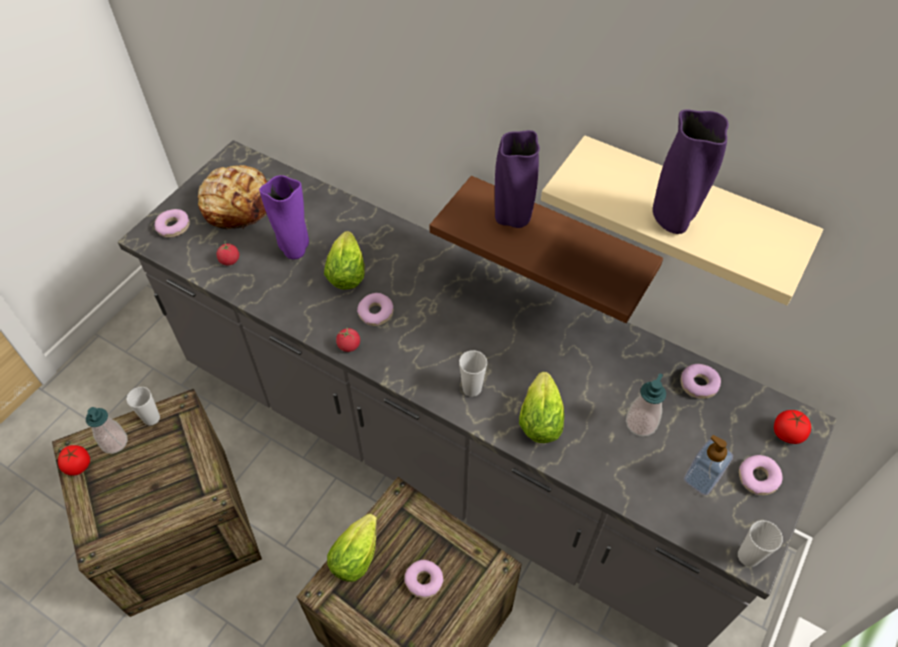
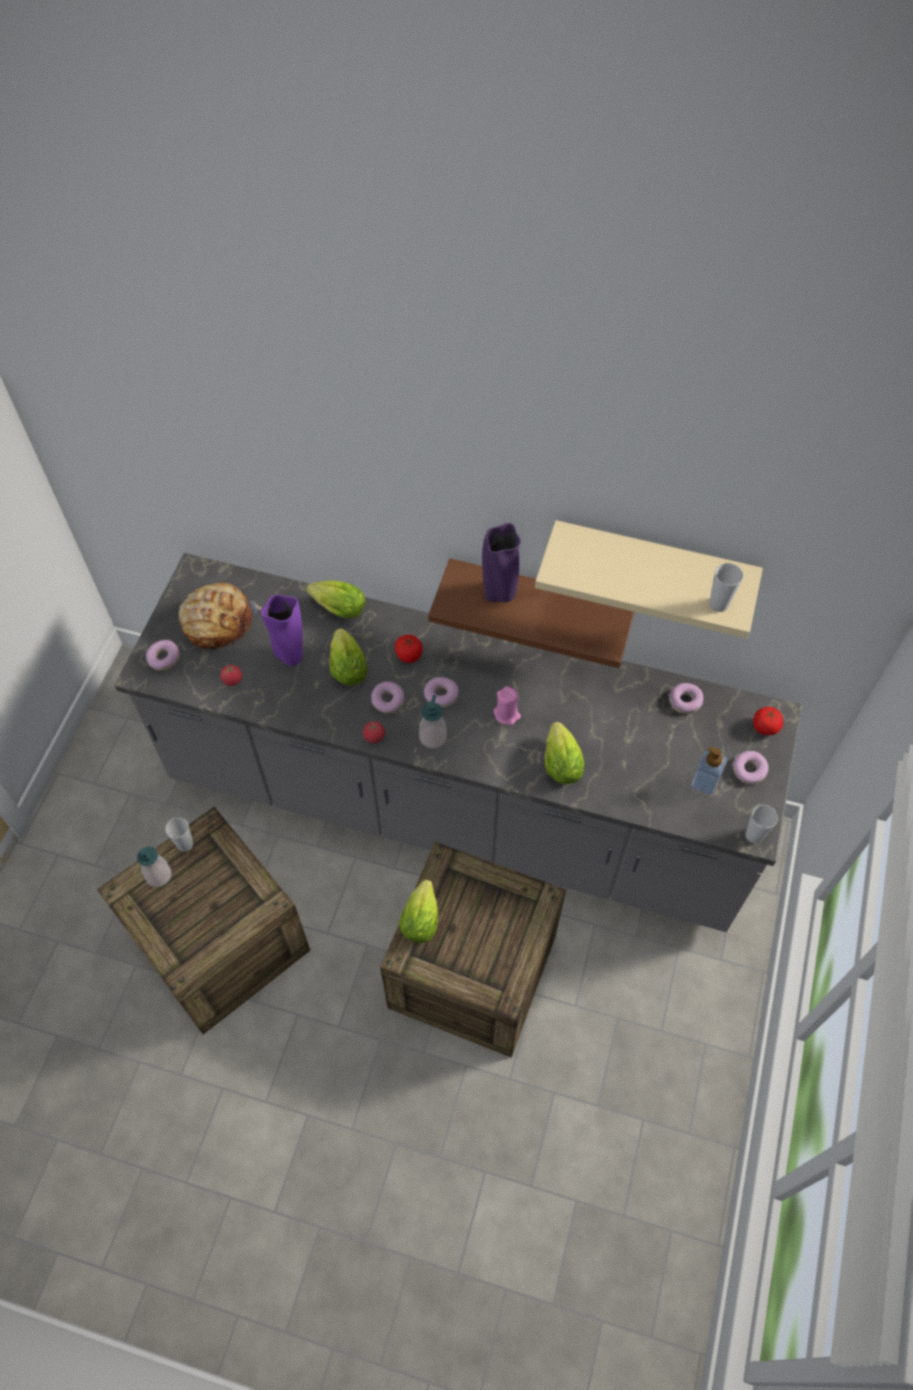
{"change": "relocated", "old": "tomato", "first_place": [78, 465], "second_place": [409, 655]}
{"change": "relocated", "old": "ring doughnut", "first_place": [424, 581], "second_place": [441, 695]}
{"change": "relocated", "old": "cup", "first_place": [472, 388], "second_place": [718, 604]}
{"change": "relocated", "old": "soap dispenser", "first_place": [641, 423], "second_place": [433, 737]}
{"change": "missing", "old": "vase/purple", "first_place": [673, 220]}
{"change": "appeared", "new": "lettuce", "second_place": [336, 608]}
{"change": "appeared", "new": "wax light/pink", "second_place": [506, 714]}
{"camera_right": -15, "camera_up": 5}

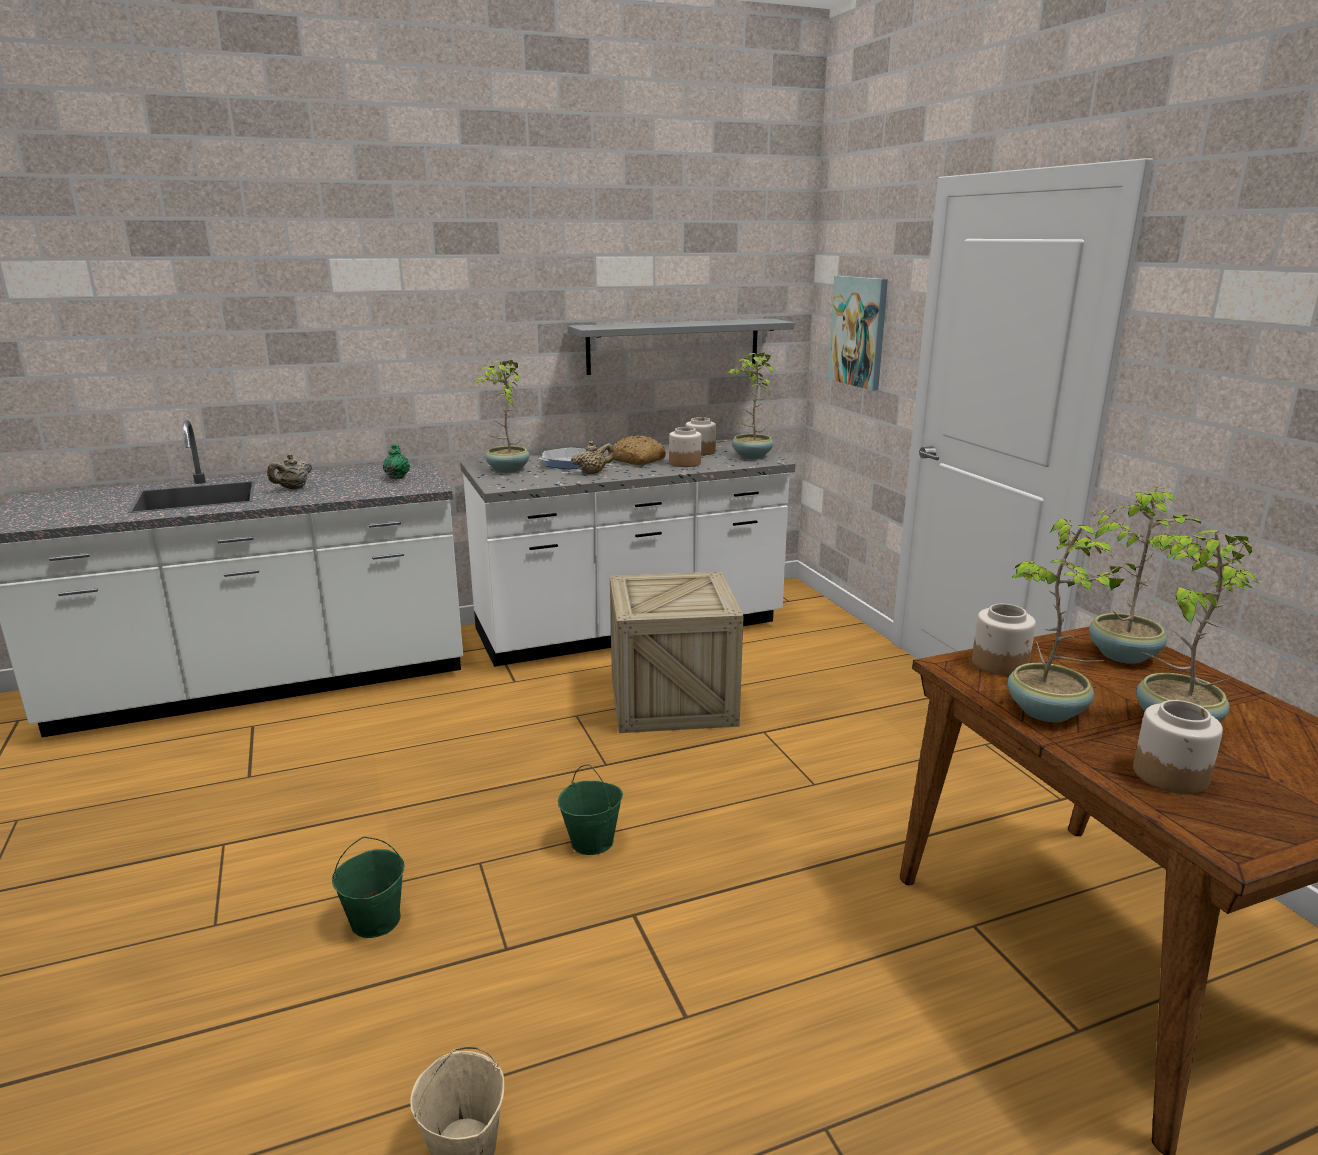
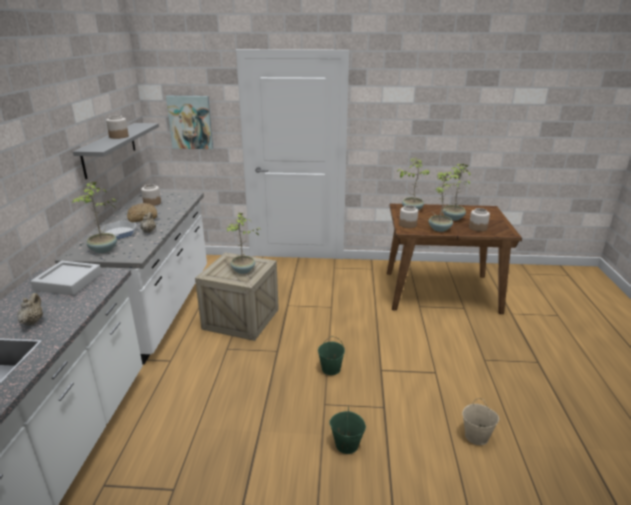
{"change": "spun", "old": "teapot/sand-coloured", "first_place": [293, 488], "second_place": [33, 321], "degrees": -150}
{"change": "exchanged", "old": "teapot/greenish", "new": "tray/greyish", "first_place": [397, 477], "second_place": [68, 282]}
{"change": "relocated", "old": "storage jar", "first_place": [684, 463], "second_place": [118, 136]}
{"change": "relocated", "old": "plant in a pot", "first_place": [751, 456], "second_place": [243, 271]}
{"camera_right": -65, "camera_up": 5}

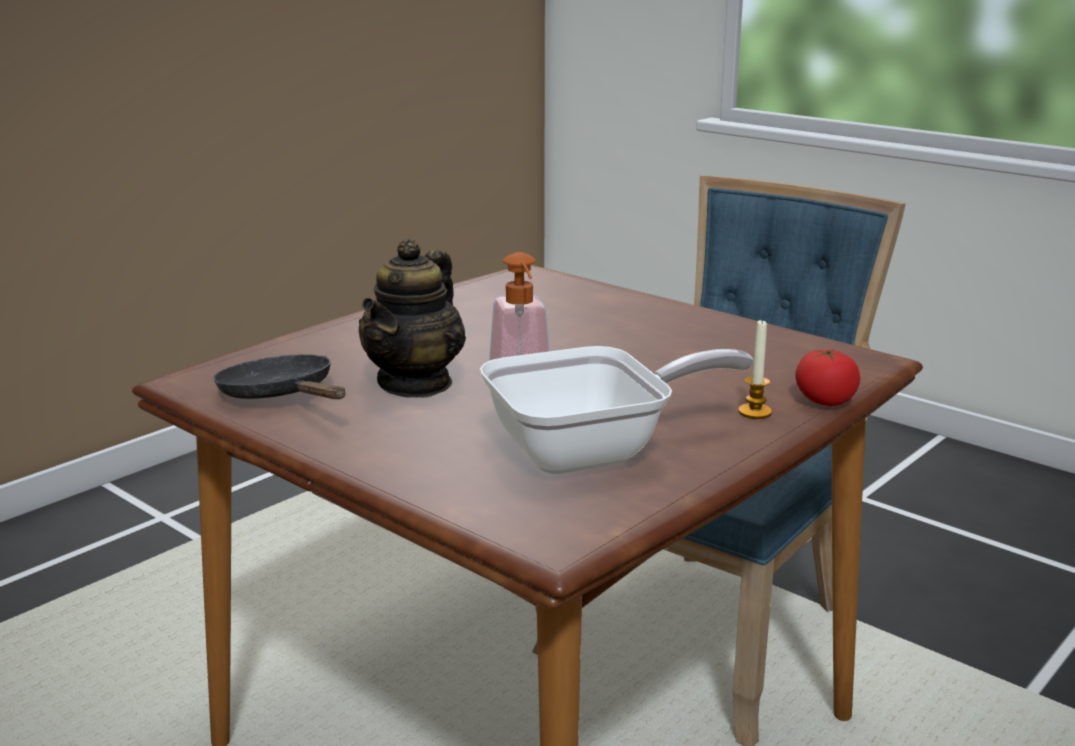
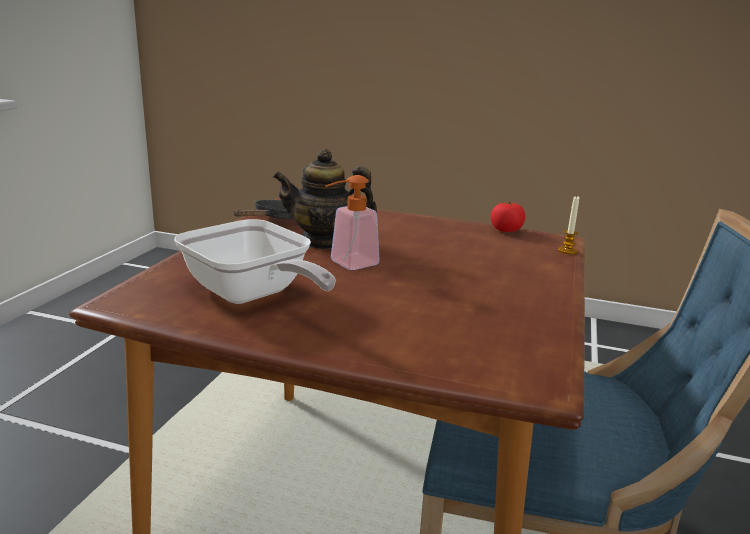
{"change": "relocated", "old": "wax light", "first_place": [755, 412], "second_place": [567, 251]}
{"change": "relocated", "old": "tomato", "first_place": [825, 401], "second_place": [506, 230]}
{"camera_right": 65, "camera_up": 0}

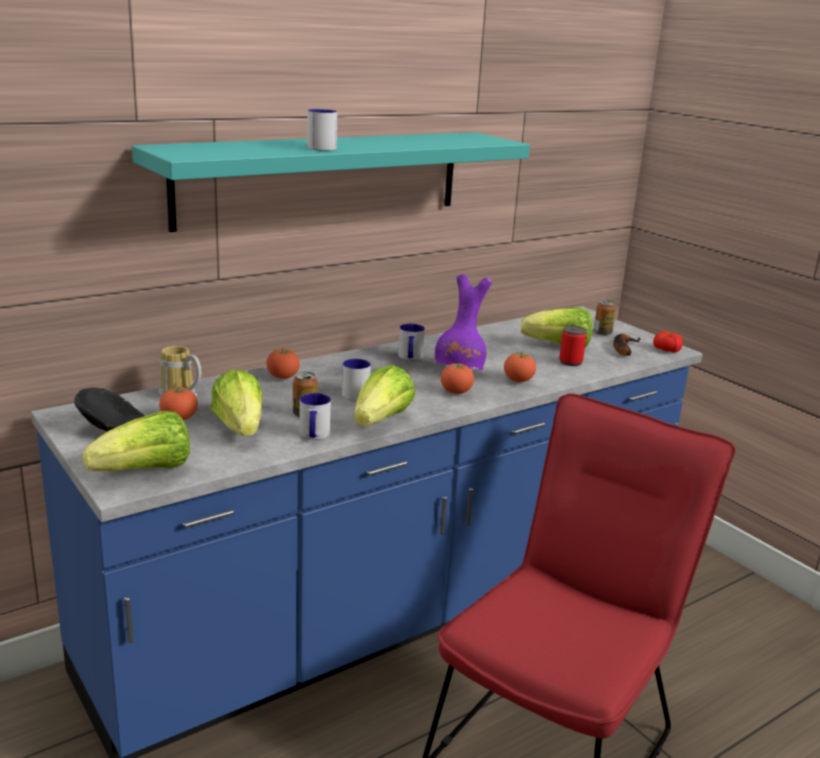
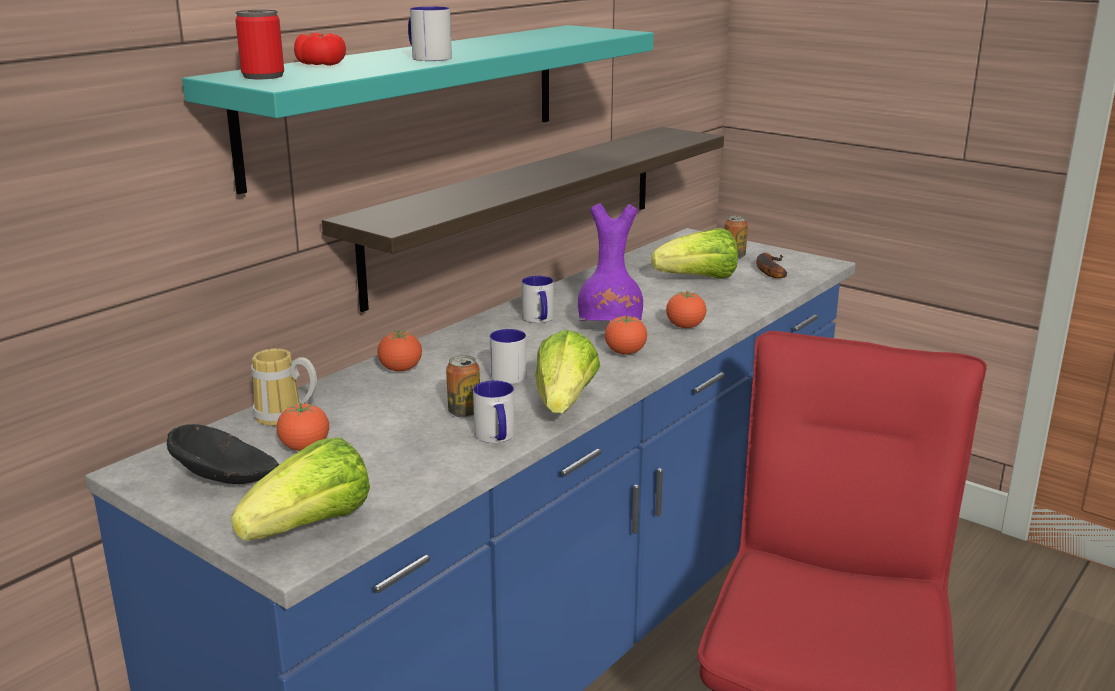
{"change": "missing", "old": "lettuce", "first_place": [240, 428]}
{"change": "relocated", "old": "metal can", "first_place": [570, 362], "second_place": [263, 76]}
{"change": "relocated", "old": "tomato", "first_place": [666, 349], "second_place": [321, 64]}
{"change": "appeared", "new": "bracket shelf", "second_place": [521, 209]}
{"camera_right": -15, "camera_up": 0}

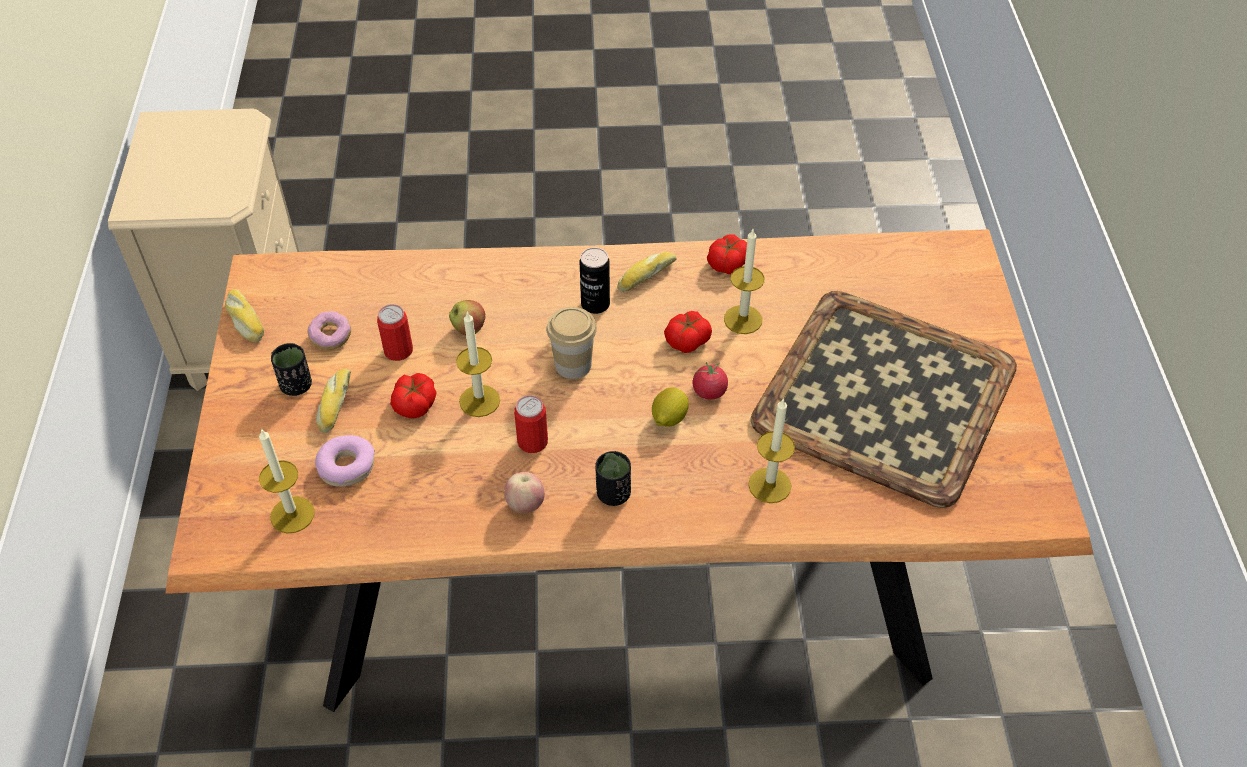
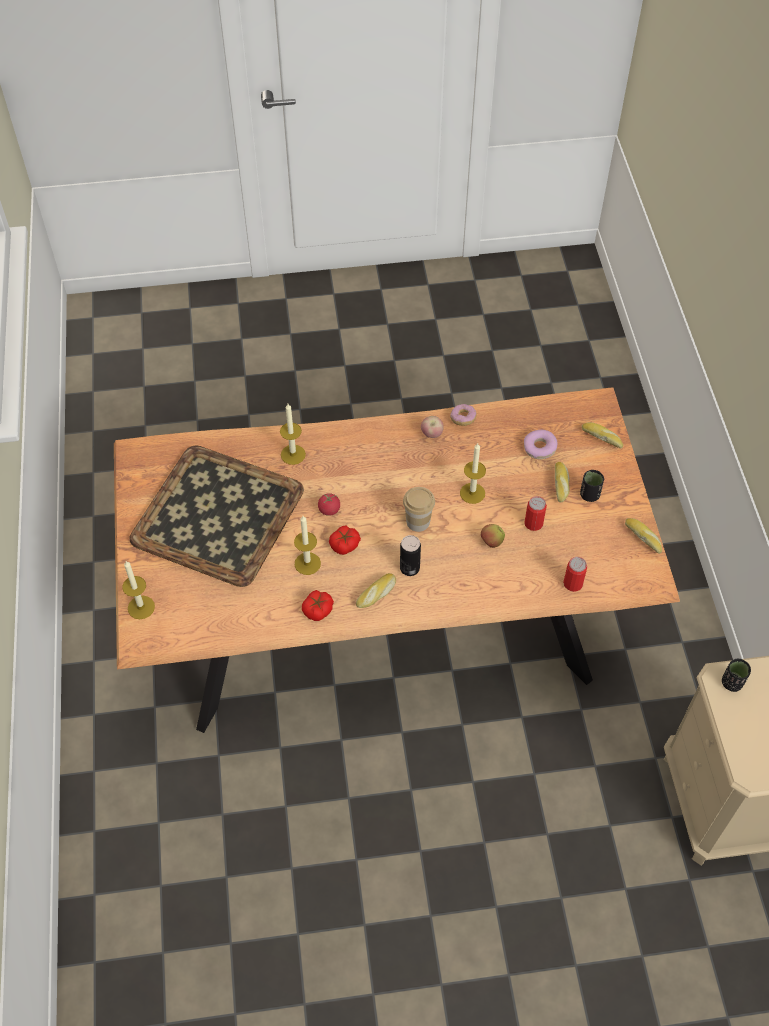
{"change": "relocated", "old": "wax light", "first_place": [292, 515], "second_place": [141, 607]}
{"change": "relocated", "old": "ring doughnut", "first_place": [331, 337], "second_place": [463, 418]}
{"change": "missing", "old": "tomato", "first_place": [415, 404]}
{"change": "relocated", "old": "metal can", "first_place": [532, 442], "second_place": [573, 583]}
{"change": "relocated", "old": "cup/black", "first_place": [613, 494], "second_place": [732, 683]}
{"change": "missing", "old": "lemon", "first_place": [668, 418]}
{"change": "appeared", "new": "bread", "second_place": [602, 437]}
{"camera_right": 175, "camera_up": 5}

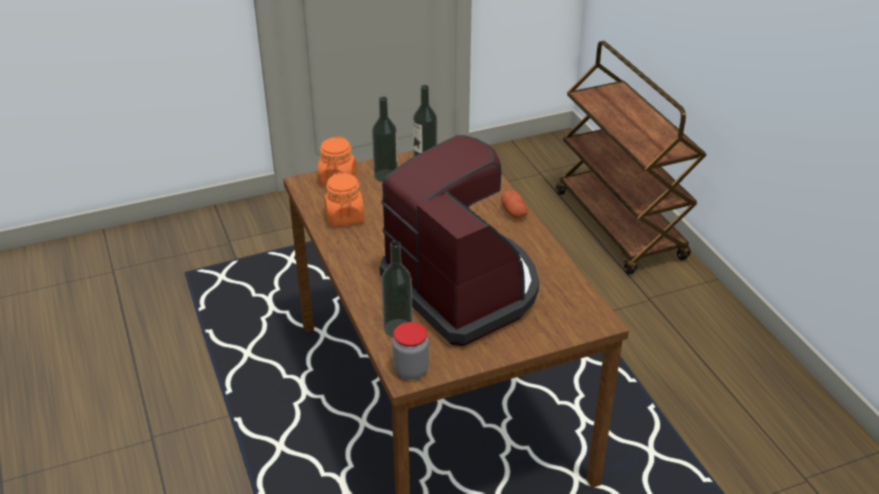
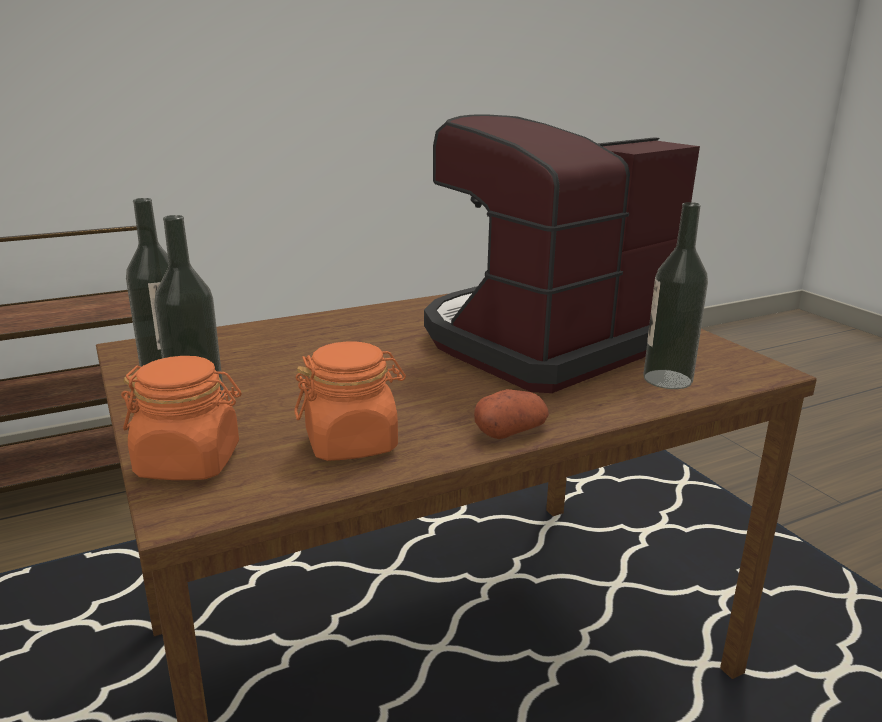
{"change": "missing", "old": "storage jar", "first_place": [411, 370]}
{"change": "relocated", "old": "spud", "first_place": [514, 212], "second_place": [510, 431]}
{"camera_right": -95, "camera_up": -15}

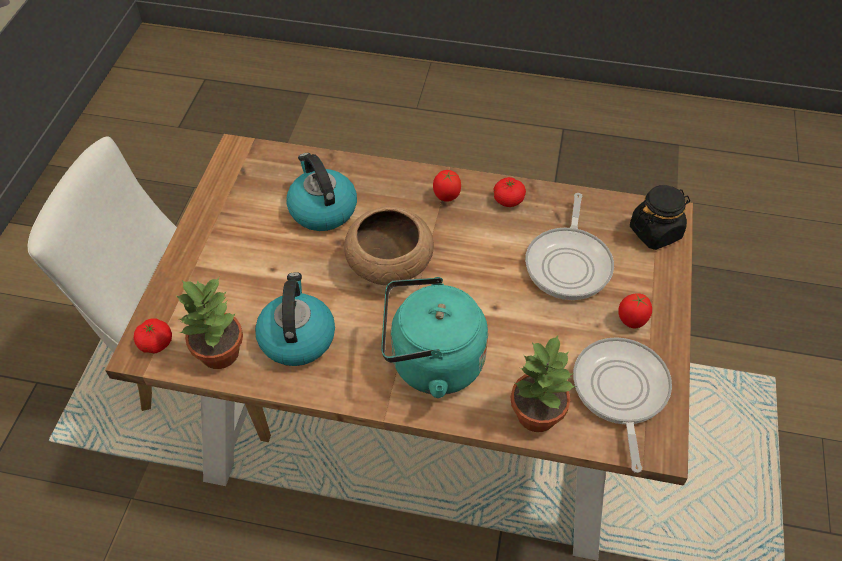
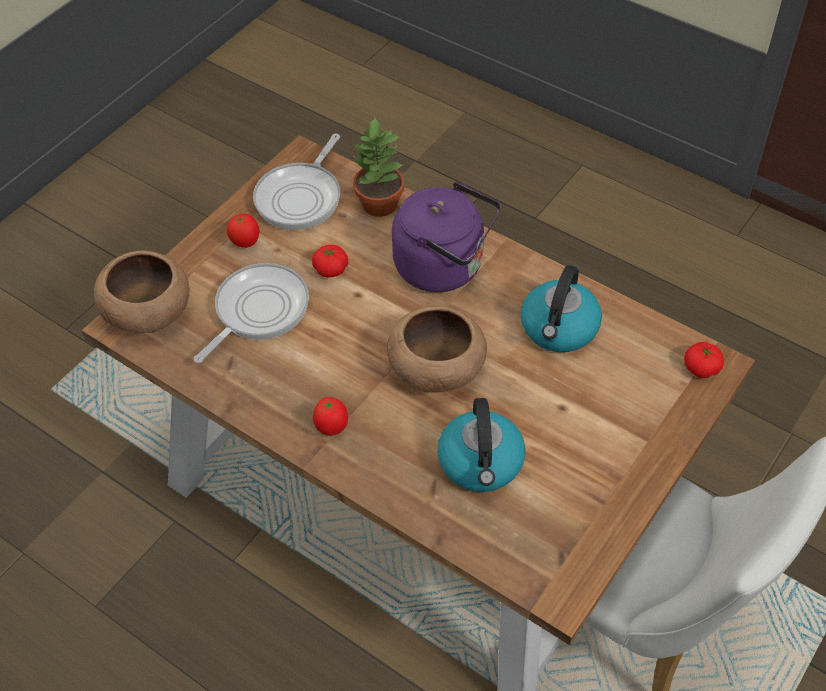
{"change": "missing", "old": "plant in a pot", "first_place": [220, 353]}
{"change": "colour", "old": "water kettle/turquoise-coloured", "new": "water kettle/purple", "first_place": [431, 363], "second_place": [444, 267]}
{"change": "relocated", "old": "tomato", "first_place": [508, 200], "second_place": [331, 269]}
{"change": "exchanged", "old": "storage jar/black", "new": "deep dish/brown-coloured", "first_place": [655, 232], "second_place": [149, 312]}
{"camera_right": -155, "camera_up": 0}

